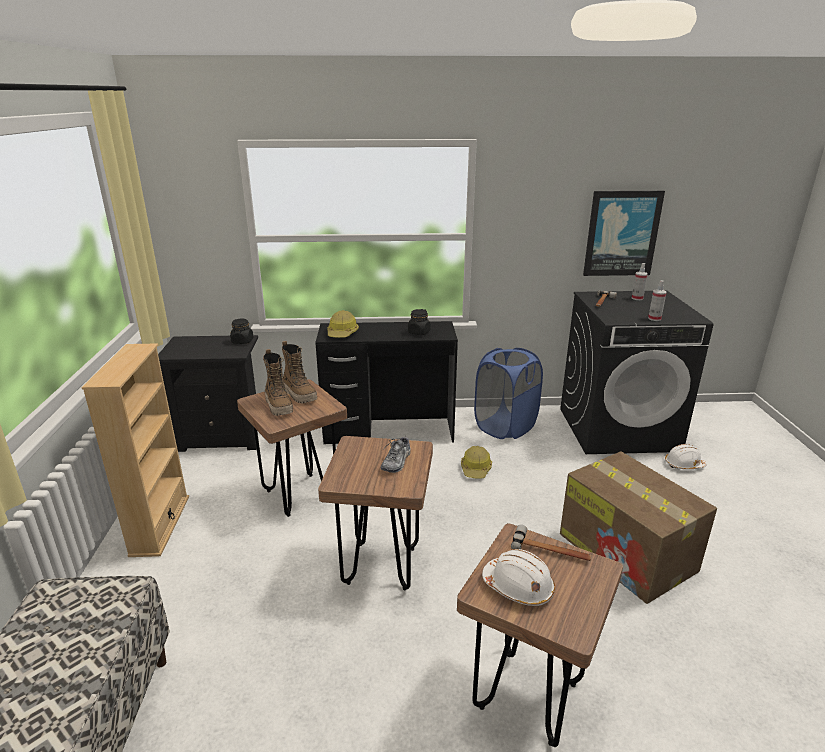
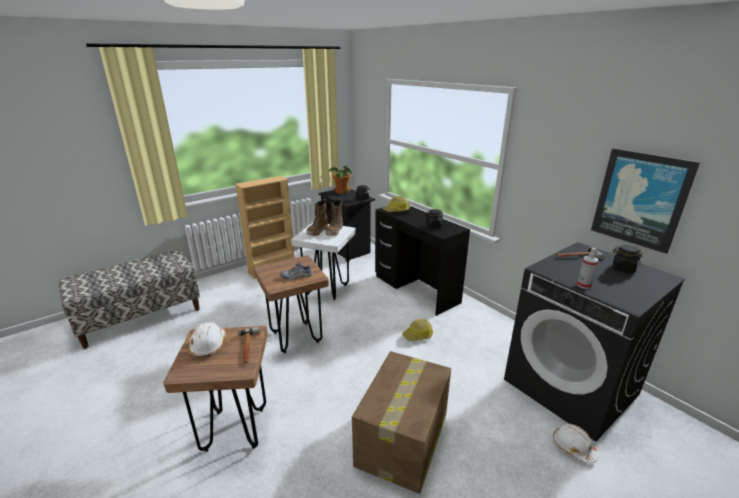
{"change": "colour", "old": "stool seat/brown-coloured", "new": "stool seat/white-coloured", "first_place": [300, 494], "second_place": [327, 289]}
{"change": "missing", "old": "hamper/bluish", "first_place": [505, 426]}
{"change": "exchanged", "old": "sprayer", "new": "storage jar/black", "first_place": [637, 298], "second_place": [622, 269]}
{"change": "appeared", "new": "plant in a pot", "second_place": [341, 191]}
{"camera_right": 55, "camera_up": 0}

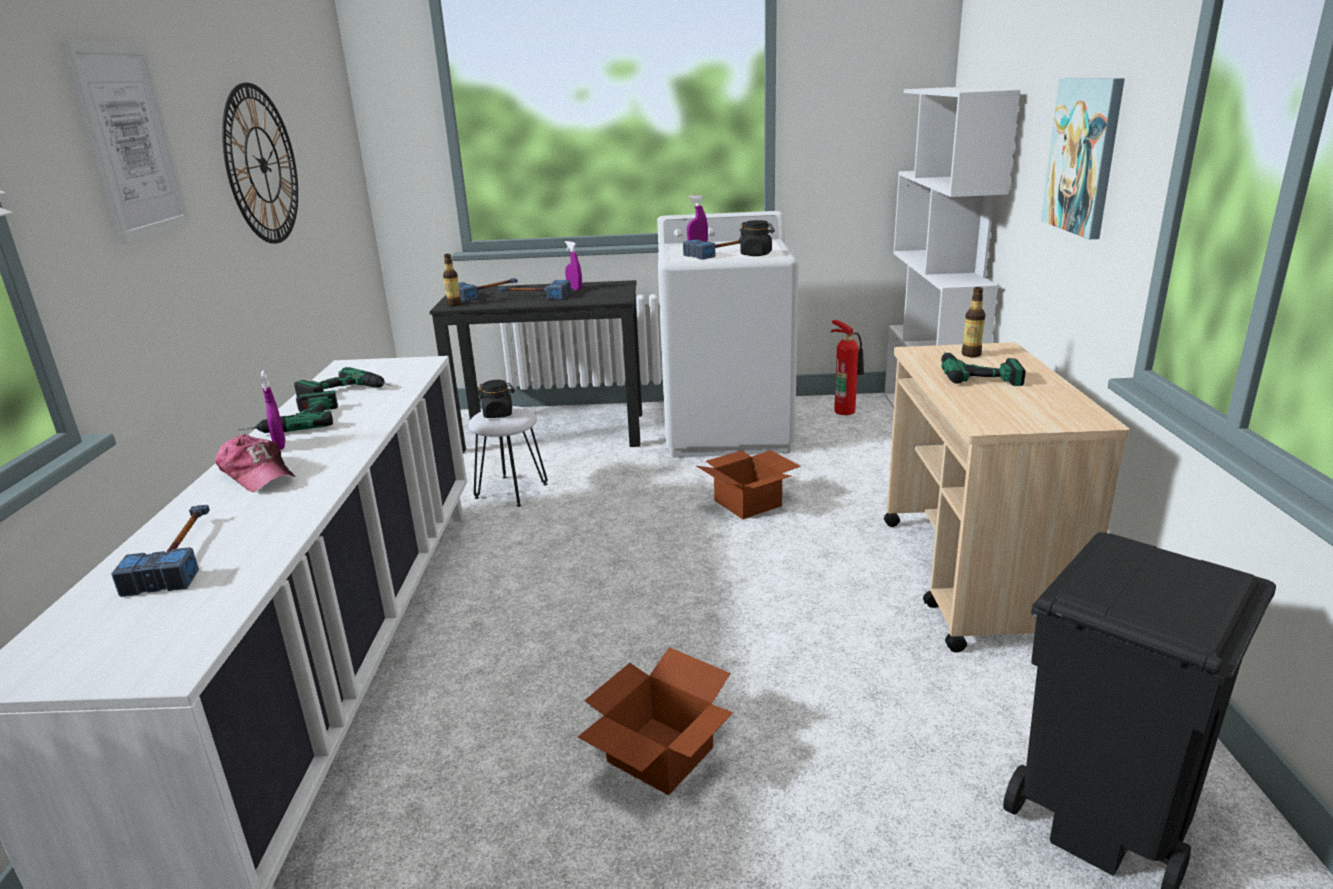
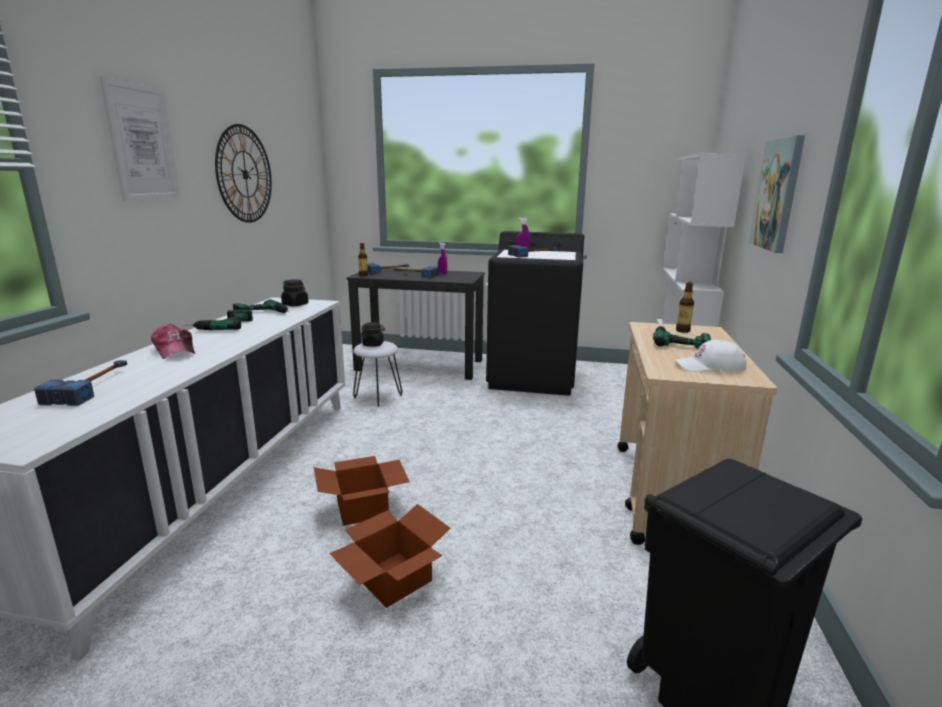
{"change": "missing", "old": "sprayer/purple", "first_place": [280, 446]}
{"change": "colour", "old": "laundry appliance/white-coloured", "new": "laundry appliance/black", "first_place": [727, 431], "second_place": [533, 377]}
{"change": "relocated", "old": "carton", "first_place": [749, 503], "second_place": [364, 508]}
{"change": "relocated", "old": "storage jar/black", "first_place": [756, 254], "second_place": [295, 305]}
{"change": "missing", "old": "fire extinguisher", "first_place": [845, 410]}
{"change": "appeared", "new": "peaked cap/white-coloured", "second_place": [710, 366]}
{"camera_right": 10, "camera_up": -5}

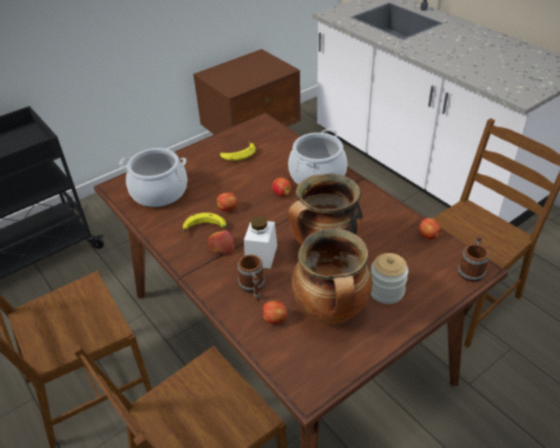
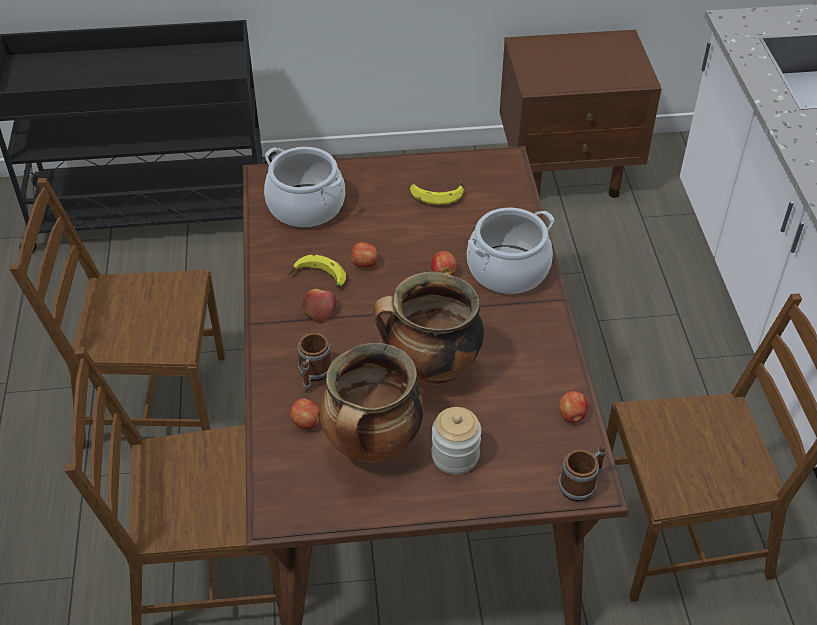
{"change": "missing", "old": "storage jar/white-coloured", "first_place": [261, 255]}
{"camera_right": 30, "camera_up": 5}

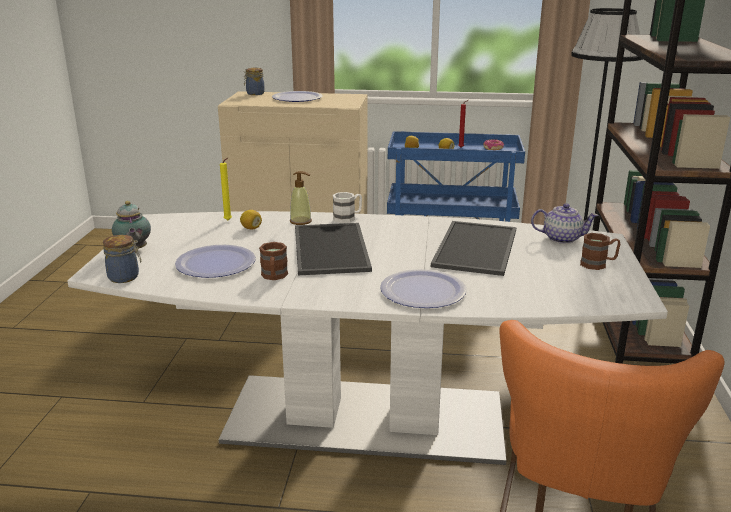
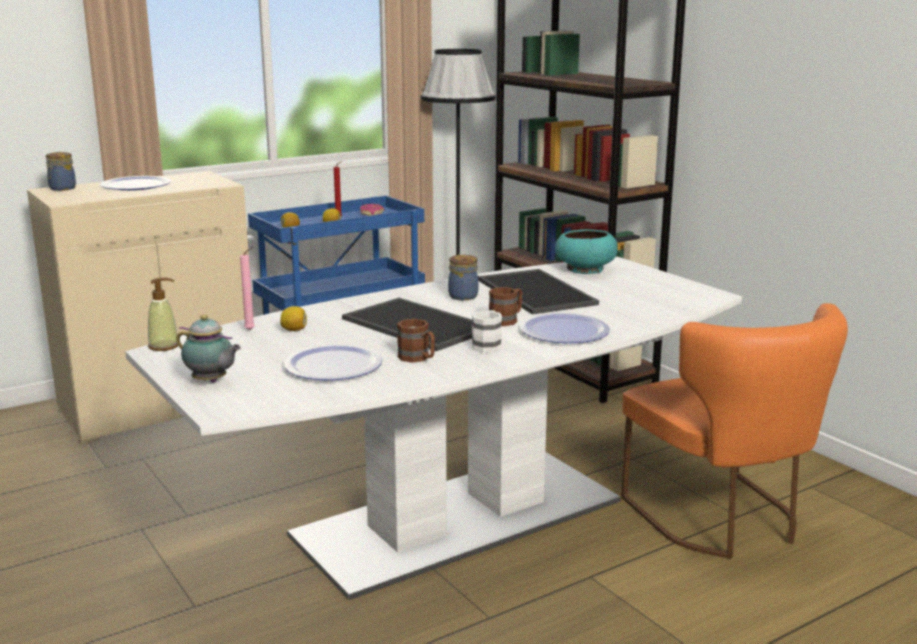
{"change": "relocated", "old": "storage jar", "first_place": [125, 277], "second_place": [464, 296]}
{"change": "colour", "old": "wax light/yellow-coloured", "new": "wax light/pink", "first_place": [228, 220], "second_place": [251, 330]}
{"change": "relocated", "old": "soap dispenser", "first_place": [301, 221], "second_place": [164, 346]}
{"change": "relocated", "old": "tea mug/white-coloured", "first_place": [348, 218], "second_place": [488, 345]}
{"change": "exchanged", "old": "teapot", "new": "deep dish/turquoise-coloured", "first_place": [562, 238], "second_place": [584, 269]}
{"change": "relocated", "old": "tea mug/brown-coloured", "first_place": [598, 264], "second_place": [507, 320]}
{"camera_right": -40, "camera_up": -5}

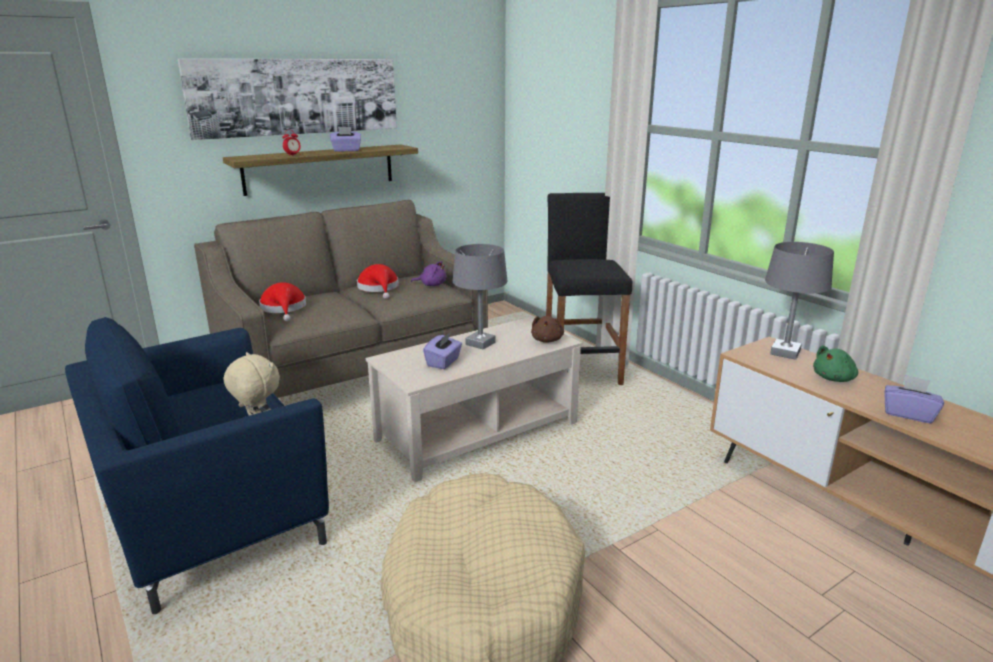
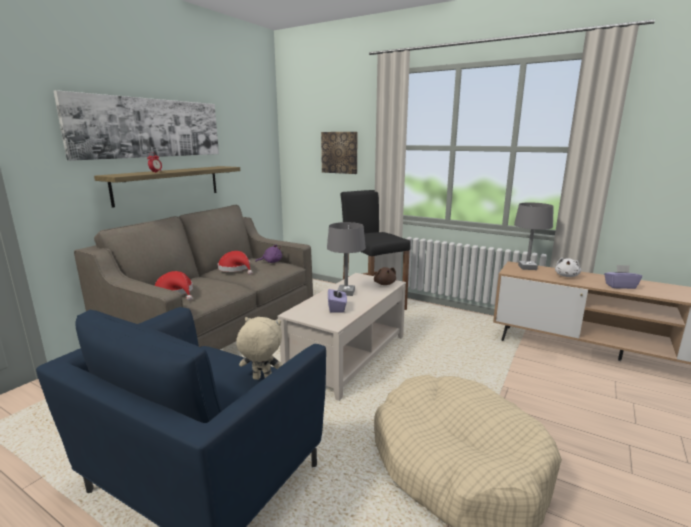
{"change": "missing", "old": "box of tissues/purple", "first_place": [346, 150]}
{"change": "colour", "old": "soft toy/greenish", "new": "soft toy/white-coloured", "first_place": [834, 378], "second_place": [566, 276]}
{"change": "appeared", "new": "wall art", "second_place": [340, 152]}
{"camera_right": -25, "camera_up": -5}

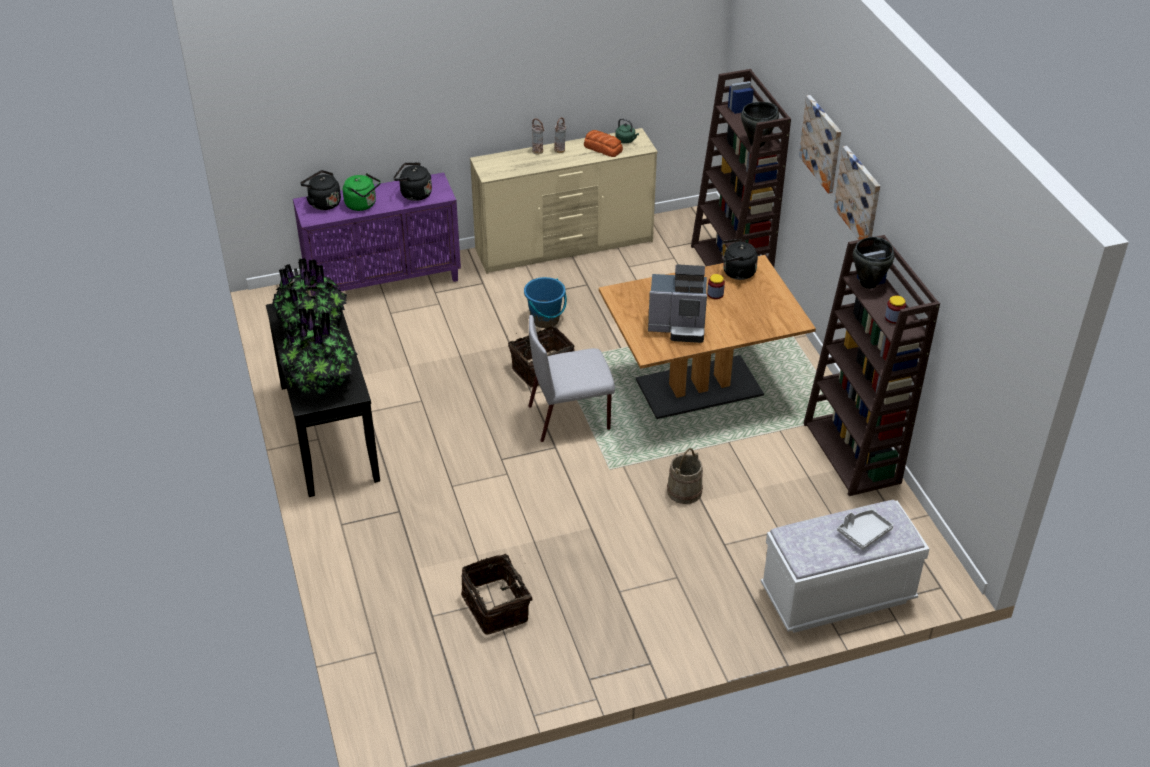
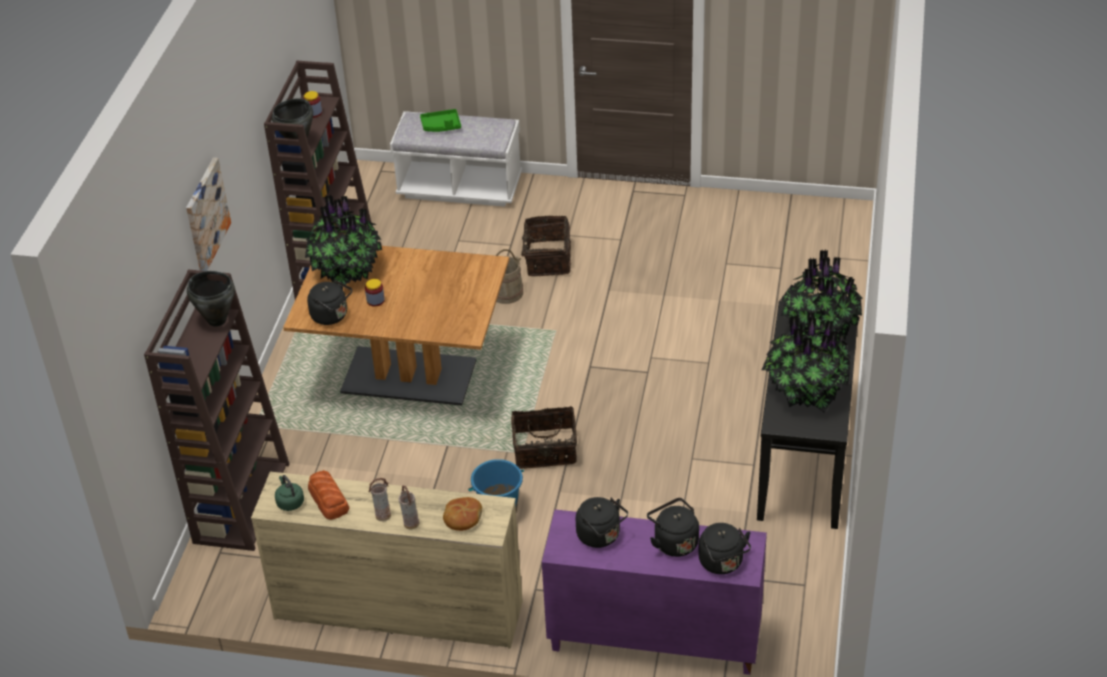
{"change": "colour", "old": "water kettle/greenish", "new": "water kettle/black", "first_place": [362, 204], "second_place": [674, 542]}
{"change": "relocated", "old": "basket", "first_place": [497, 606], "second_place": [546, 259]}
{"change": "missing", "old": "upright chair/greyish", "first_place": [570, 417]}
{"change": "missing", "old": "coffee machine", "first_place": [678, 327]}
{"change": "missing", "old": "wall art", "first_place": [858, 196]}
{"change": "colour", "old": "tray/greyish", "new": "tray/greenish", "first_place": [863, 533], "second_place": [441, 126]}
{"change": "appeared", "new": "plant in a pot", "second_place": [346, 271]}
{"change": "appeared", "new": "bread", "second_place": [462, 518]}
{"camera_right": -150, "camera_up": 0}

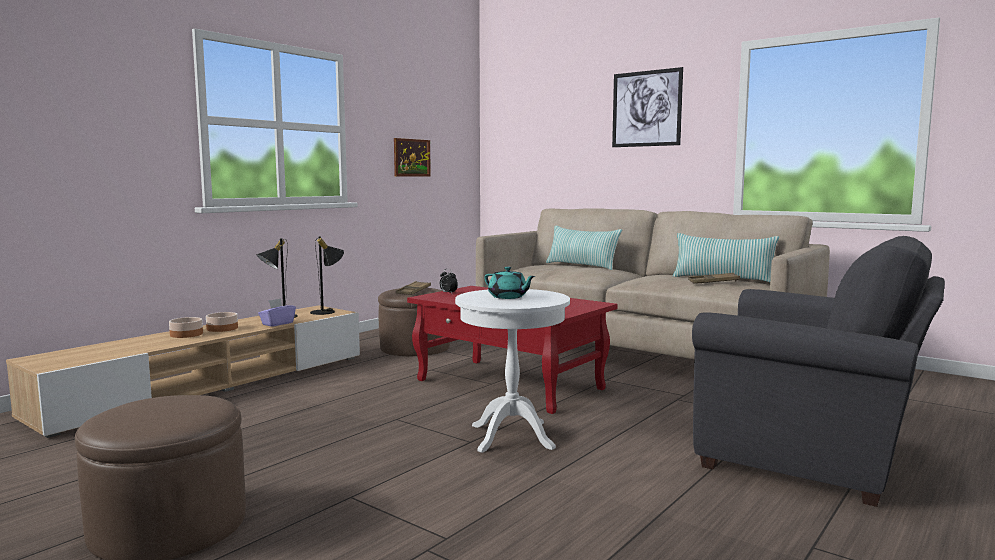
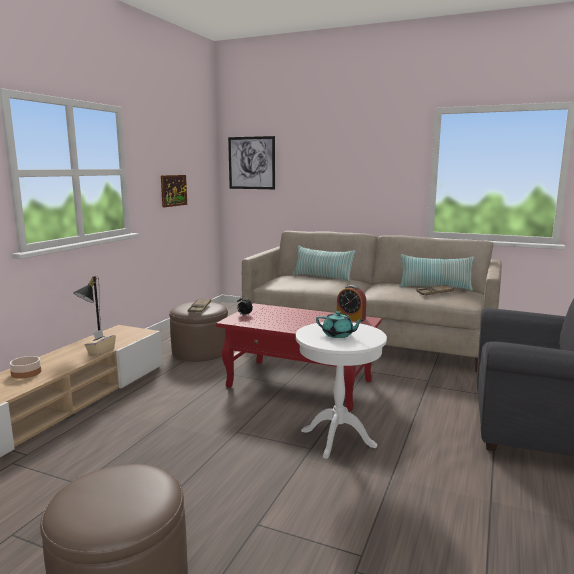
{"change": "missing", "old": "deep dish", "first_place": [222, 328]}
{"change": "colour", "old": "box of tissues/purple", "new": "box of tissues/sand-coloured", "first_place": [277, 324], "second_place": [101, 351]}
{"change": "missing", "old": "lamp for a table/black", "first_place": [327, 311]}
{"change": "relocated", "old": "wall art", "first_place": [646, 108], "second_place": [251, 163]}
{"change": "appeared", "new": "table clock", "second_place": [351, 318]}
{"camera_right": -15, "camera_up": 5}

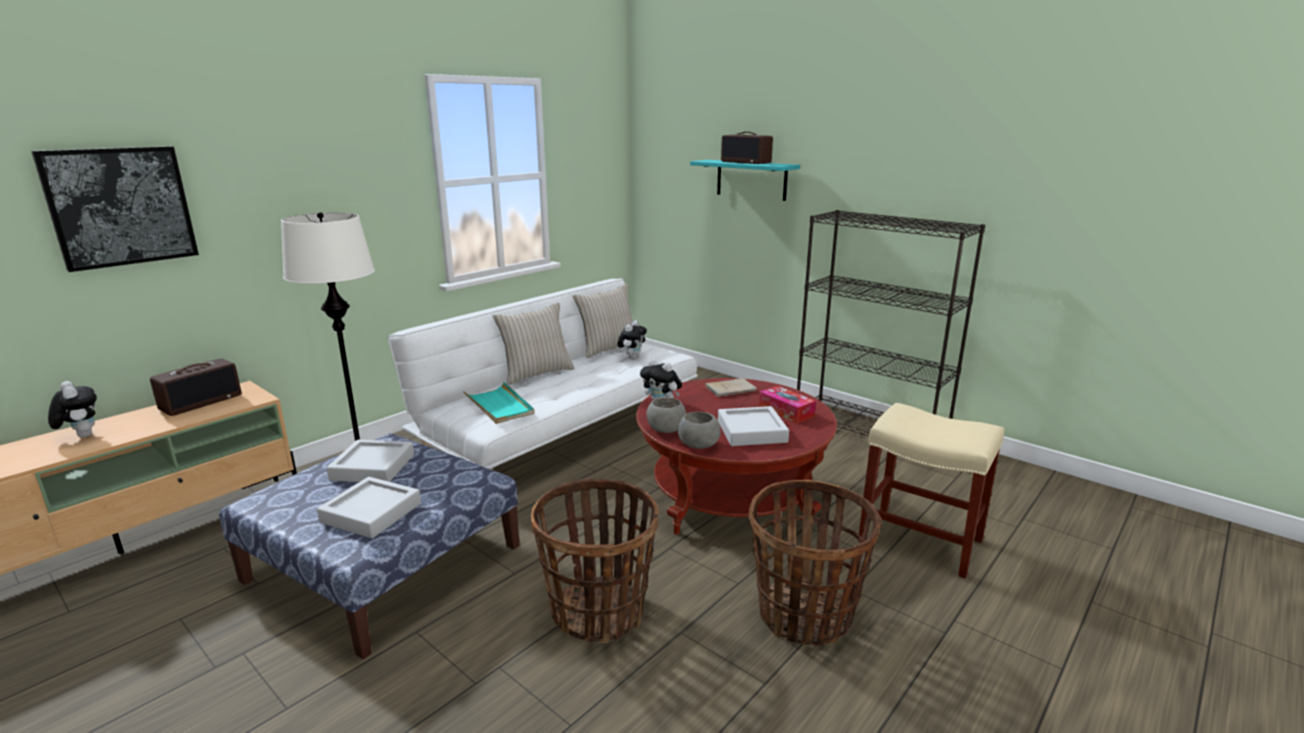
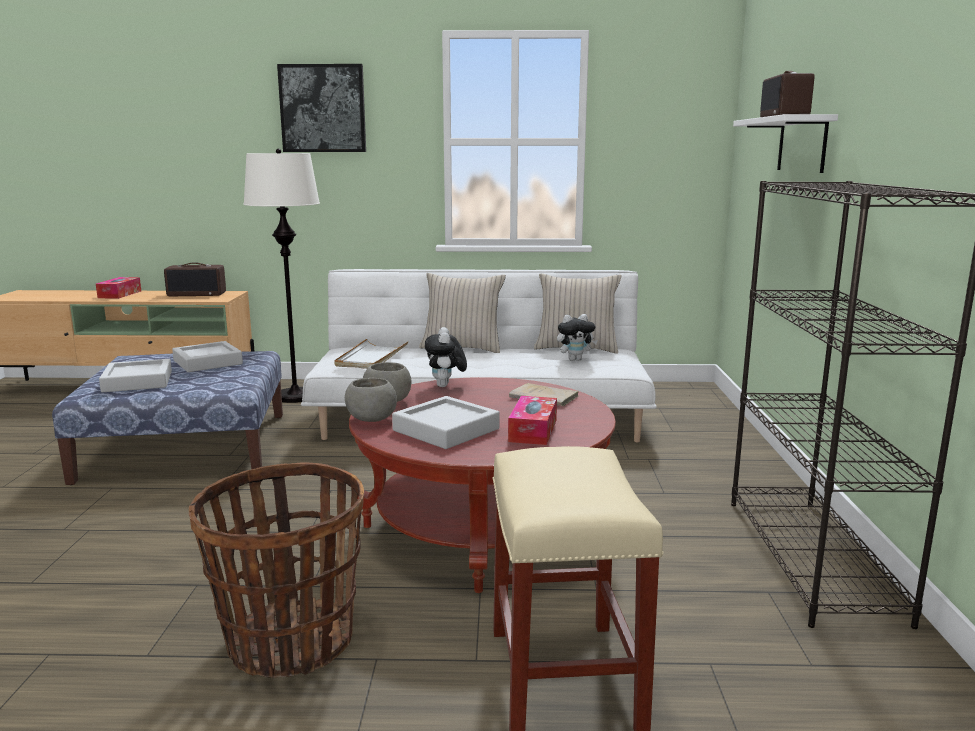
{"change": "relocated", "old": "wall art", "first_place": [120, 206], "second_place": [323, 108]}
{"change": "exchanged", "old": "soft toy", "new": "box of tissues", "first_place": [81, 436], "second_place": [120, 294]}
{"change": "colour", "old": "tray/turquoise-coloured", "new": "tray/white-coloured", "first_place": [499, 406], "second_place": [371, 357]}
{"change": "missing", "old": "basket", "first_place": [598, 612]}
{"change": "colour", "old": "bracket shelf/turquoise-coloured", "new": "bracket shelf/white-coloured", "first_place": [751, 179], "second_place": [802, 144]}
{"camera_right": 50, "camera_up": -5}

